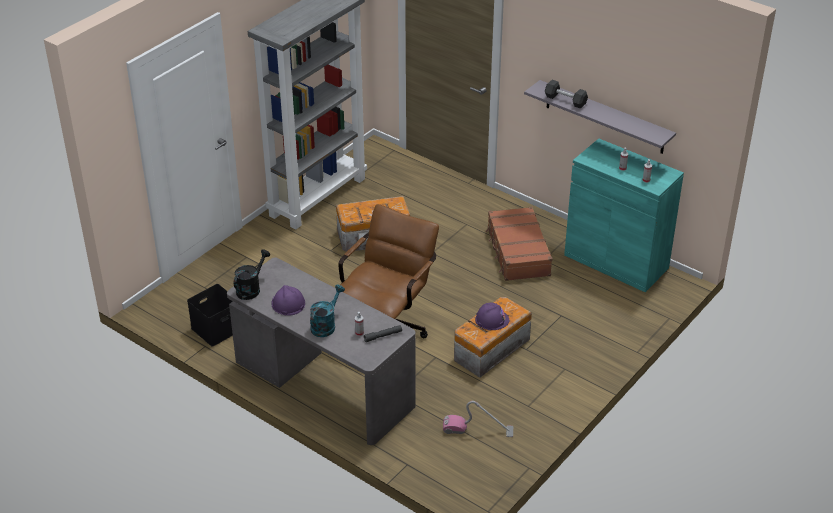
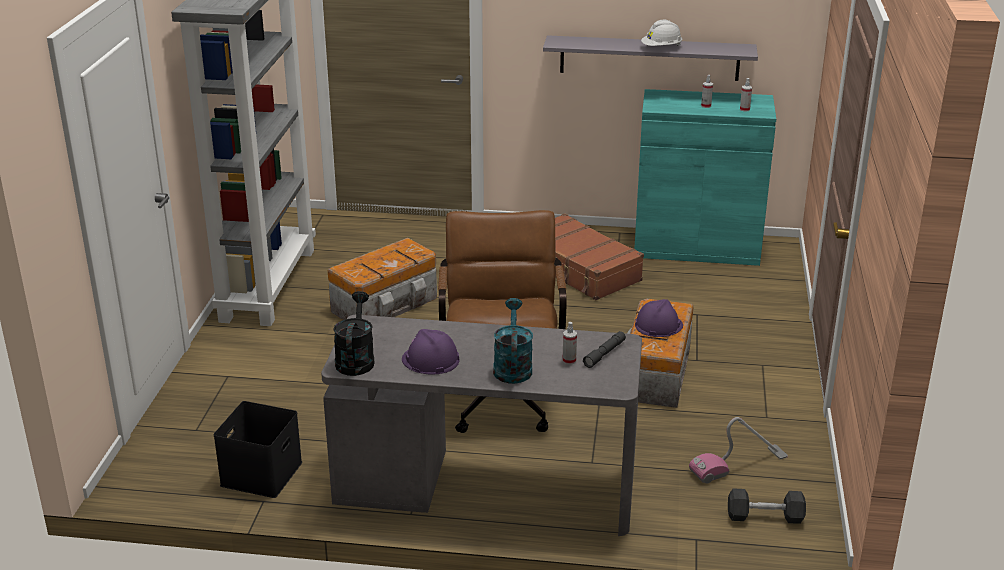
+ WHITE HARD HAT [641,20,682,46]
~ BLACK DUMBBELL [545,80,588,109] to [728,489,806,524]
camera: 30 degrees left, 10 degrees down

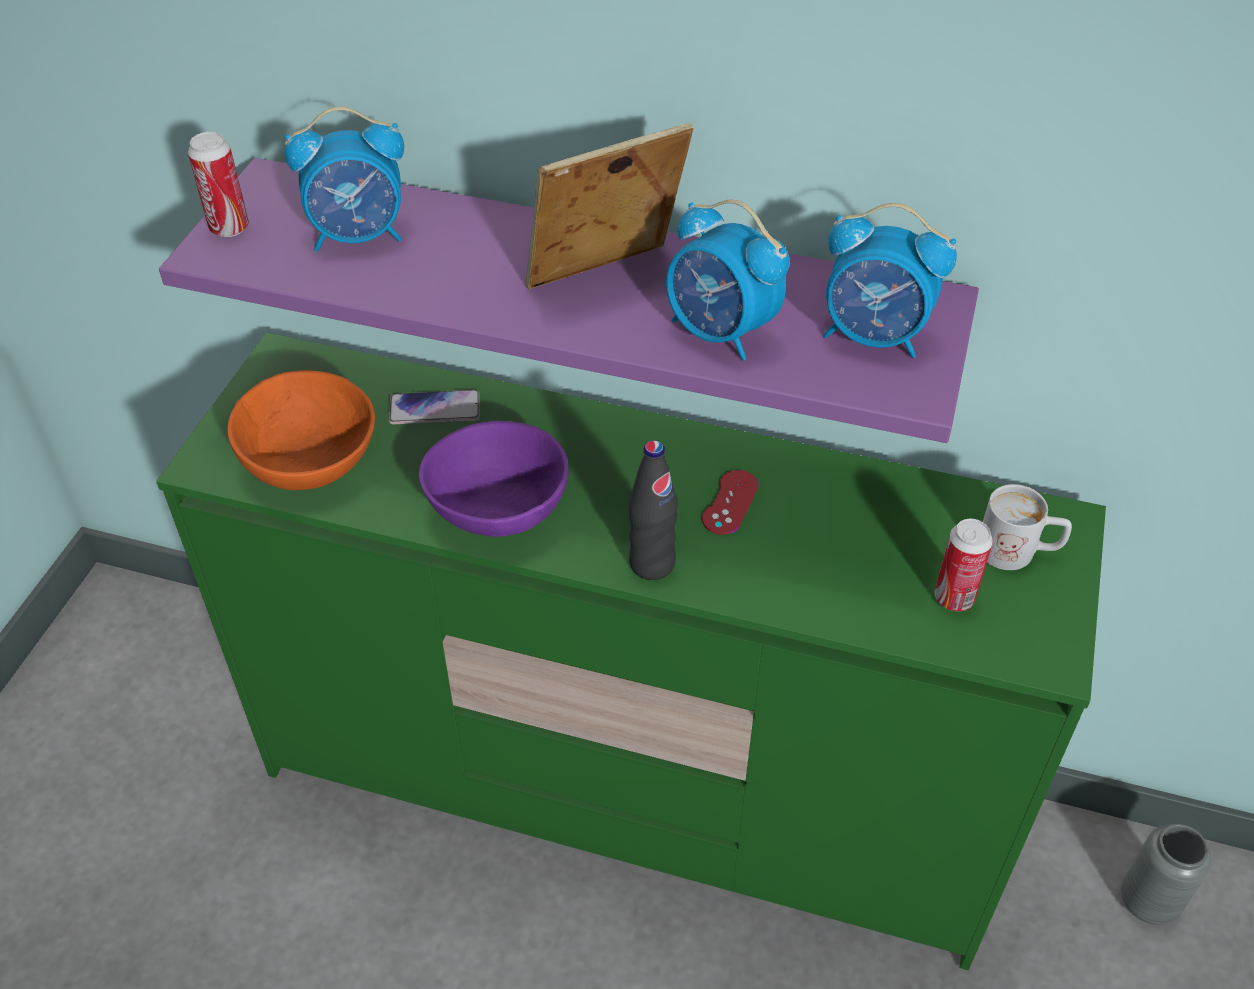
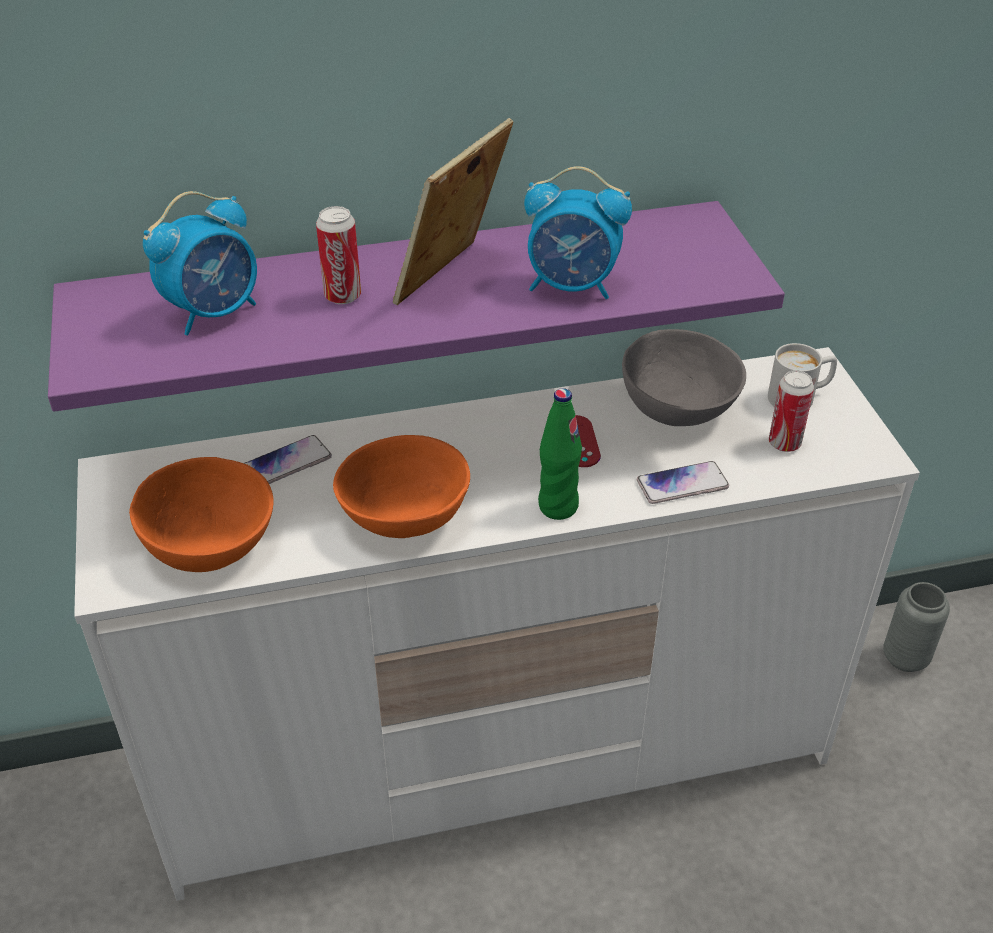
- ALARM CLOCK [823,203,957,358]
+ GREY BOWL [622,329,746,426]
+ PHONE [637,461,729,504]
~ CAN [188,132,249,237] to [316,206,361,304]
~ GREEN DRESSER [156,332,1106,970] to WHITE DRESSER [74,347,920,901]
~ PURPLE BOWL [419,421,569,537] to ORANGE BOWL [333,435,470,538]
~ BLACK BOTTLE [629,440,678,580] to GREEN BOTTLE [538,388,582,520]
camera: 30 degrees left, 5 degrees down

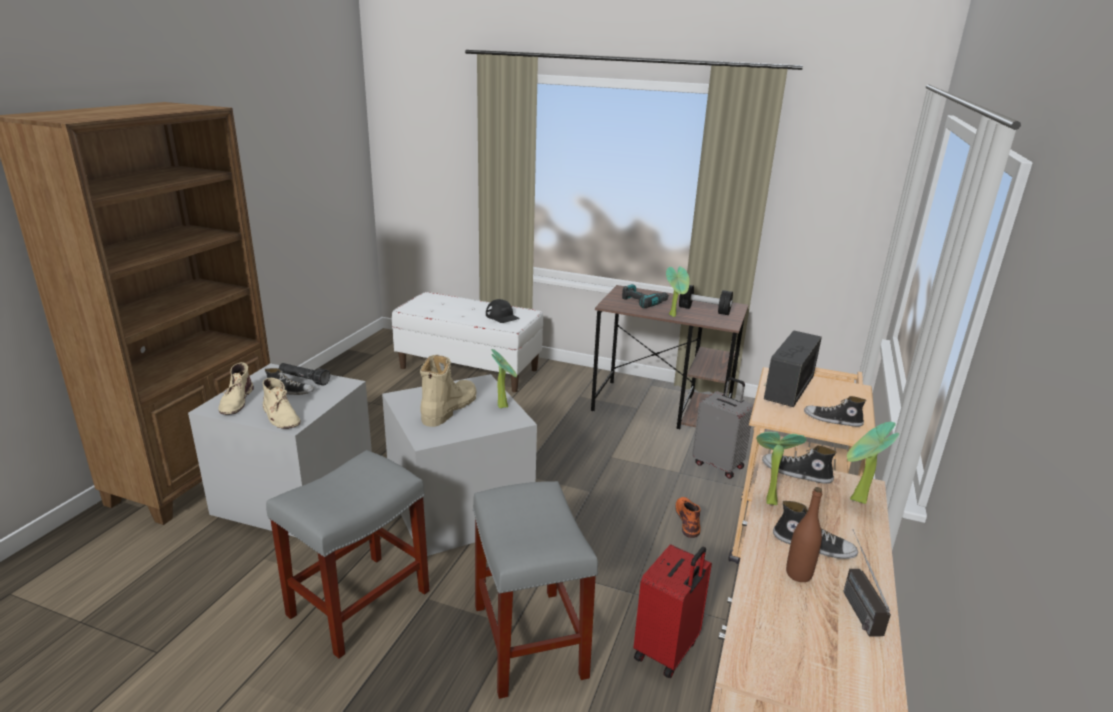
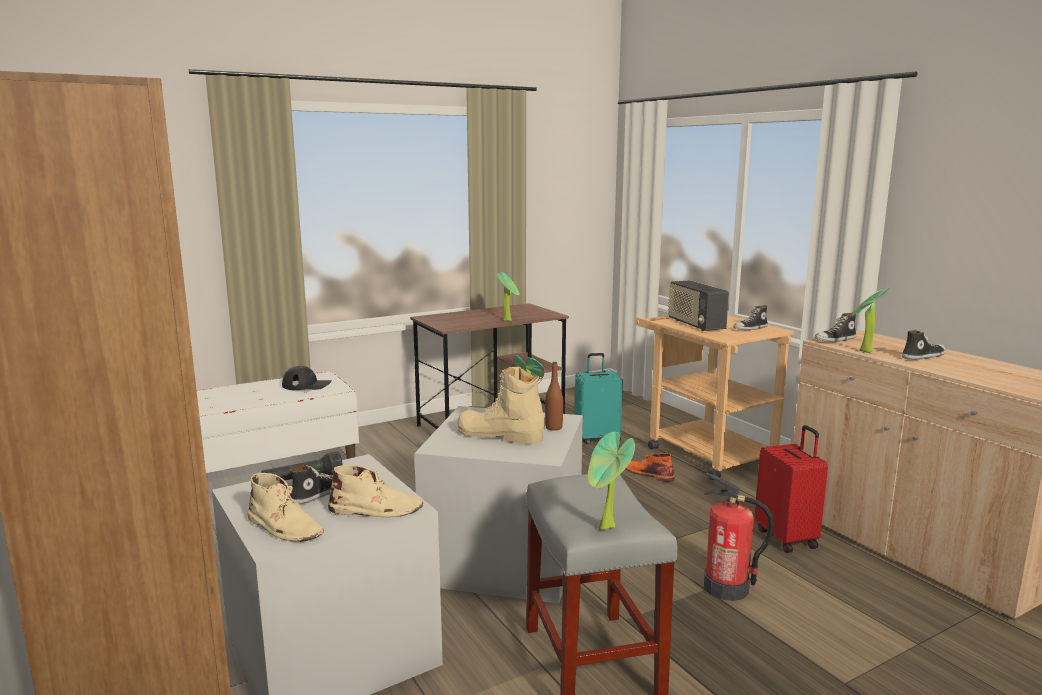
- POWER DRILL [622,284,669,308]
- BLACK DUMBBELL [679,285,733,315]
- RADIO [843,529,891,637]
~ BROWN BOTTLE [786,487,822,582] to [545,362,563,431]
~ POTTED PLANT [847,422,899,504] to [588,432,635,530]
~ GREY STOOL [473,481,598,699] to FIRE EXTINGUISHER [704,473,774,601]
~ GREY SUITCASE [692,377,753,479] to TURQUOISE SUITCASE [575,353,623,444]
~ BEIGE BOOT [420,355,477,427] = [457,367,545,444] 45 degrees counterclockwise
camera: 50 degrees left, 10 degrees down

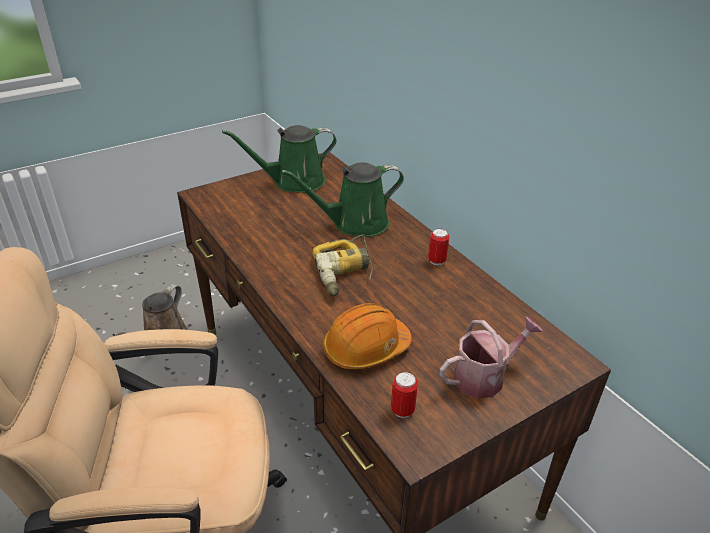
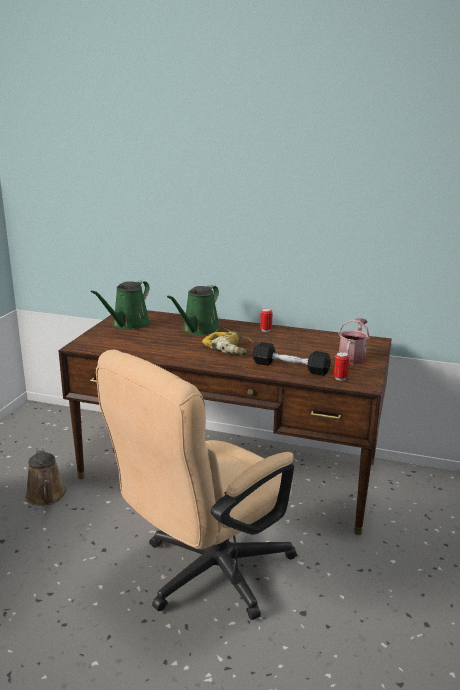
~ ORANGE HARD HAT [323,303,412,369] to BLACK DUMBBELL [253,342,331,376]
camera: 40 degrees left, 15 degrees down

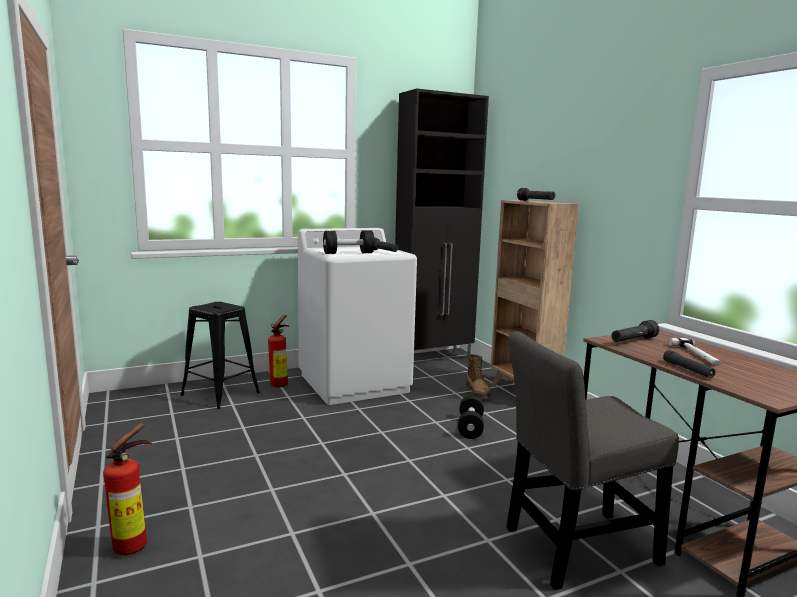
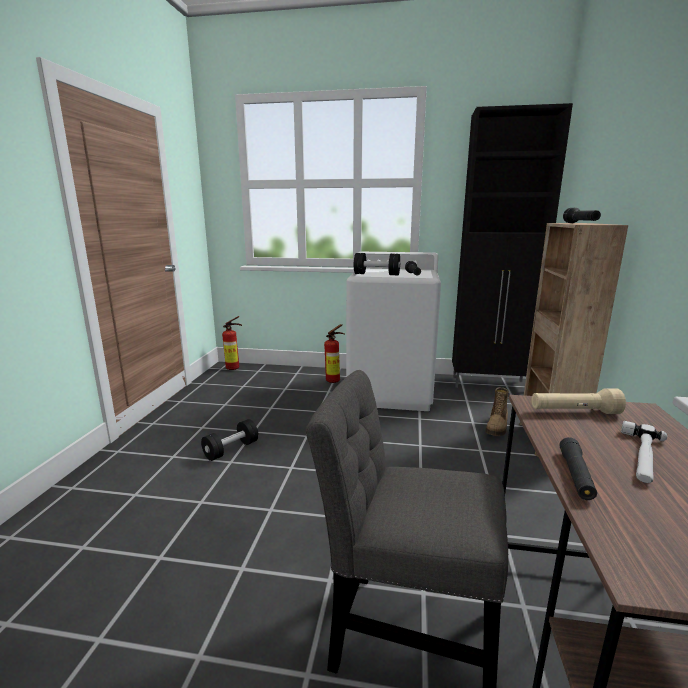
- BLACK STOOL [180,302,260,409]
~ FIRE EXTINGUISHER [103,423,152,555] to [222,316,242,370]
~ BLACK DUMBBELL [458,395,484,439] to [201,419,259,461]
~ BLACK FLASHLIGHT [611,320,659,342] to BEIGE FLASHLIGHT [531,388,626,414]
camera: 35 degrees right, 5 degrees up

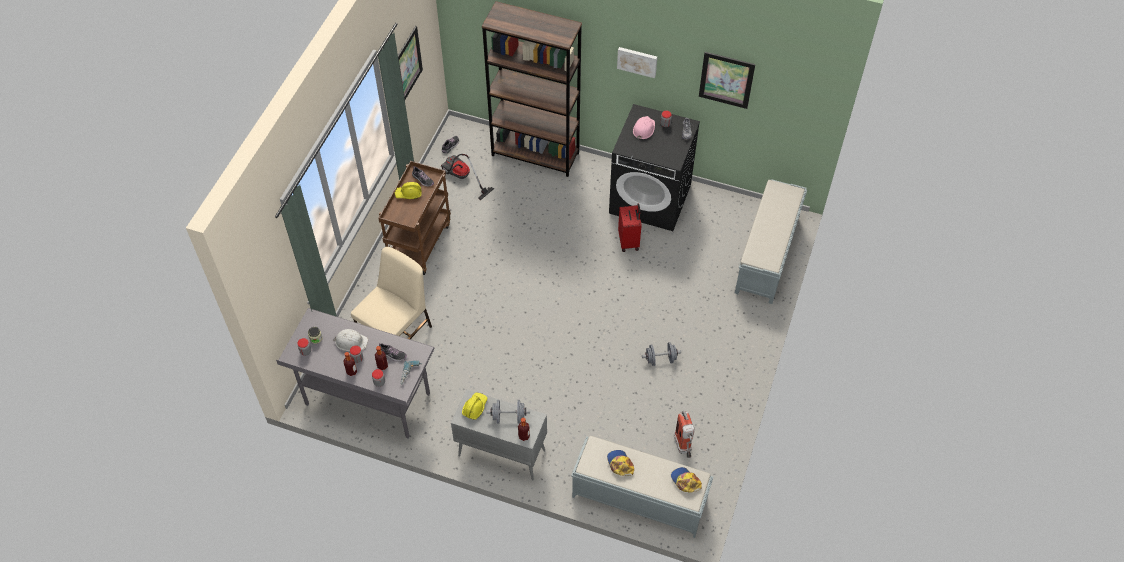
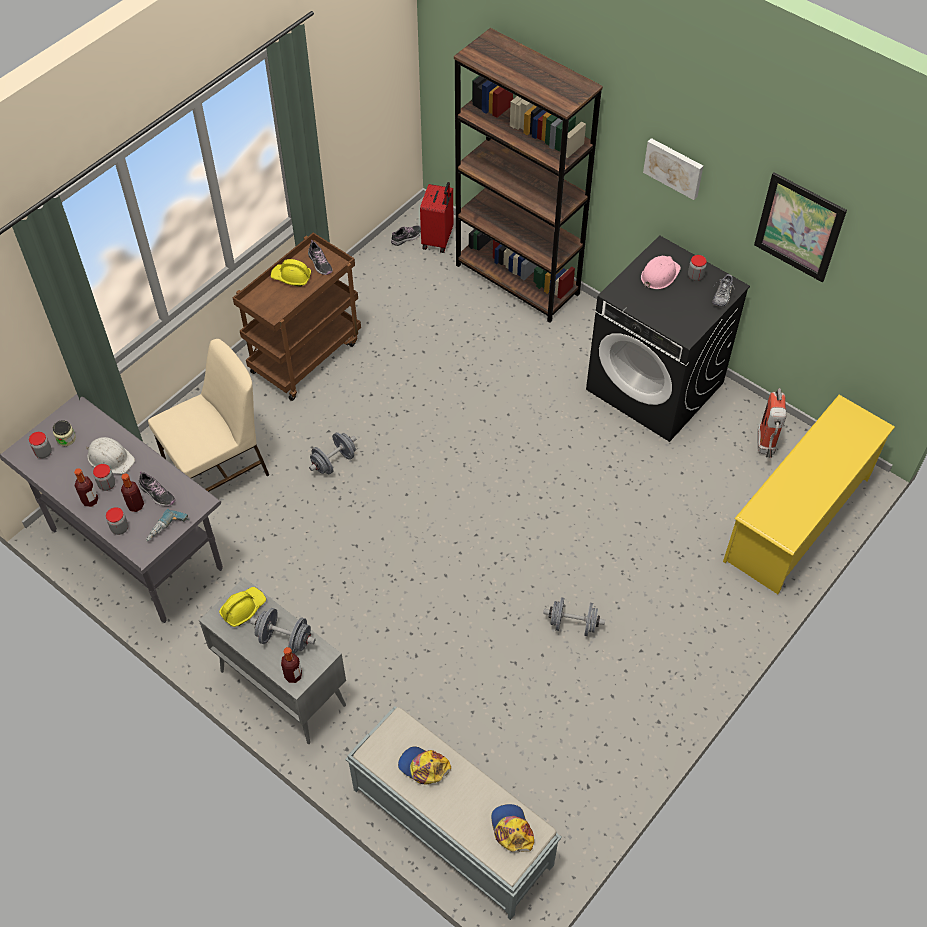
- PICTURE [398,26,423,99]
- VACUUM CLEANER [441,154,494,200]
+ GREY DUMBBELL [309,432,356,474]
~ RED SUITCASE [618,204,641,252] to [420,182,453,253]
~ FIRE EXTINGUISHER [674,410,695,458] to [757,388,787,458]
~ GREY BENCH [735,180,807,304] to YELLOW SHOE RACK [723,395,895,594]
~ CAP [607,450,634,476] = [398,746,451,784] 60 degrees counterclockwise
camera: 20 degrees right, 0 degrees up

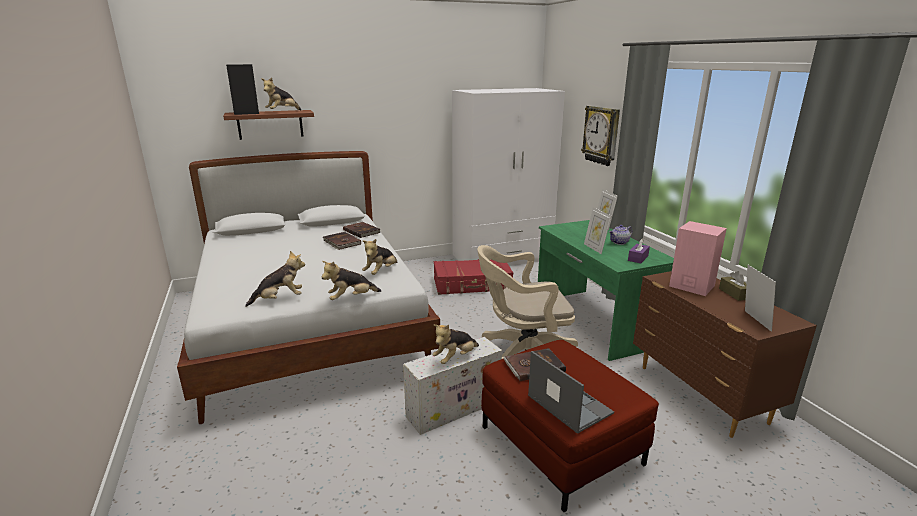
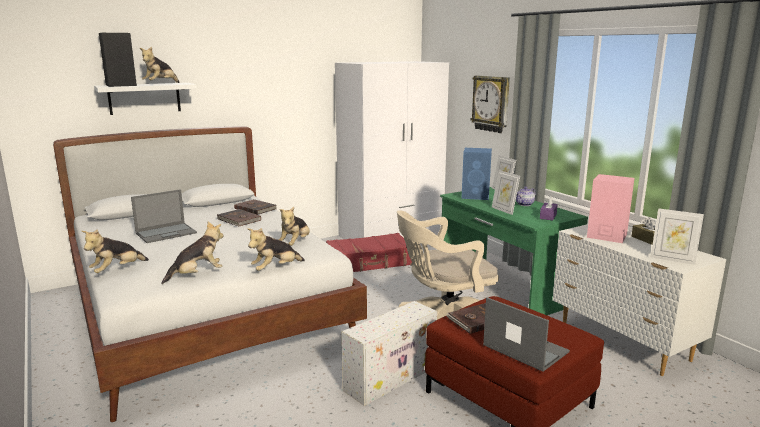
+ LAPTOP [131,189,197,243]
+ BLUE SPEAKER [461,148,492,200]
~ PLUSH TOY [433,325,479,364] to [82,229,149,273]
~ BROWN SHELF [223,110,314,140] to WHITE SHELF [94,83,197,115]
~ BROWN DRESSER [633,271,817,438] to WHITE DRESSER [552,224,726,376]
~ PICTURE FRAME [745,265,776,332] = [651,208,704,265] 135 degrees clockwise
camera: 10 degrees left, 5 degrees down

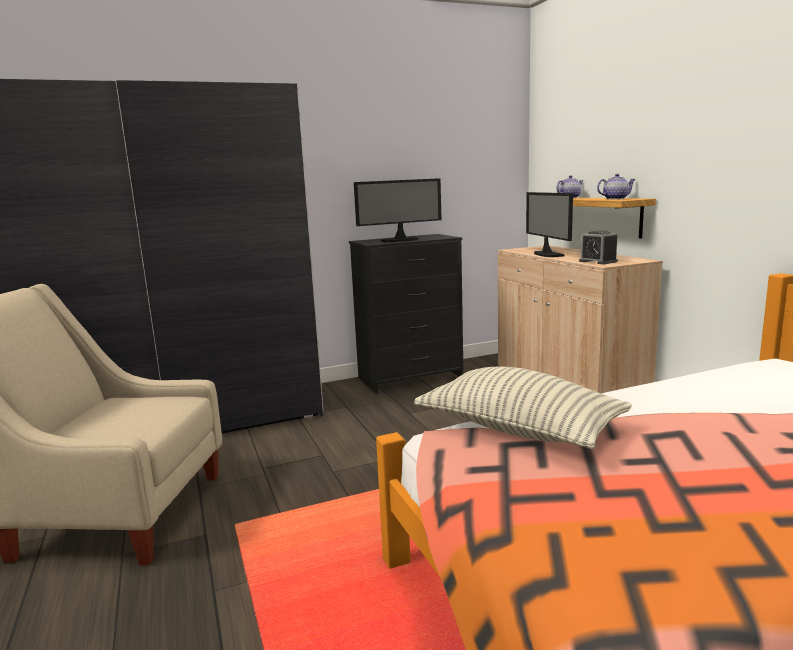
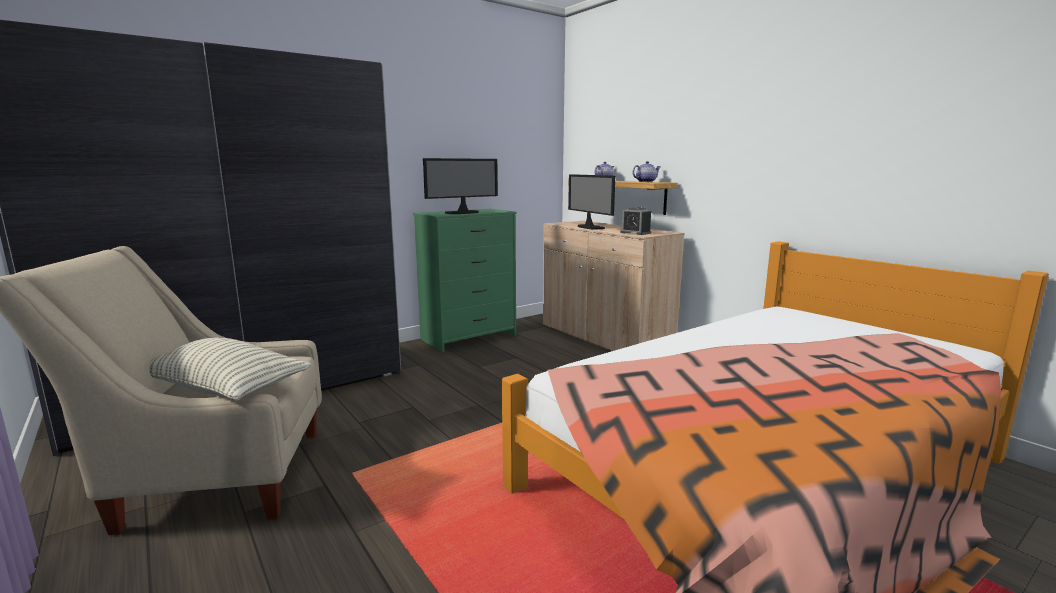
~ PILLOW [414,366,632,449] to [149,338,311,400]
~ BLACK DRESSER [349,234,463,394] to GREEN DRESSER [413,209,516,352]
camera: 15 degrees left, 0 degrees up

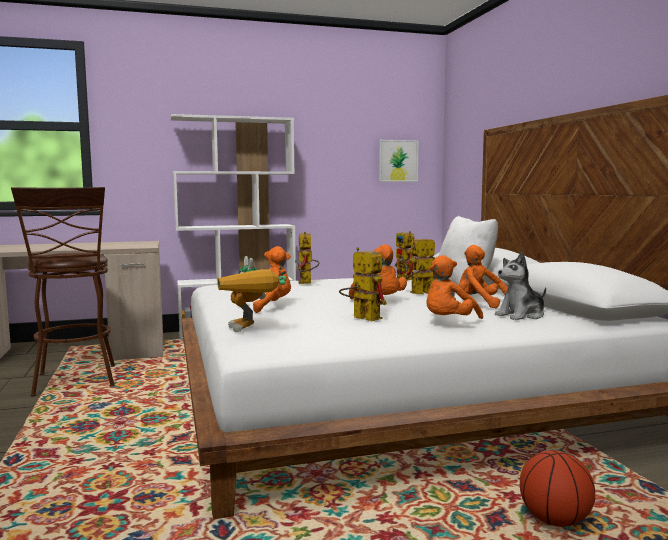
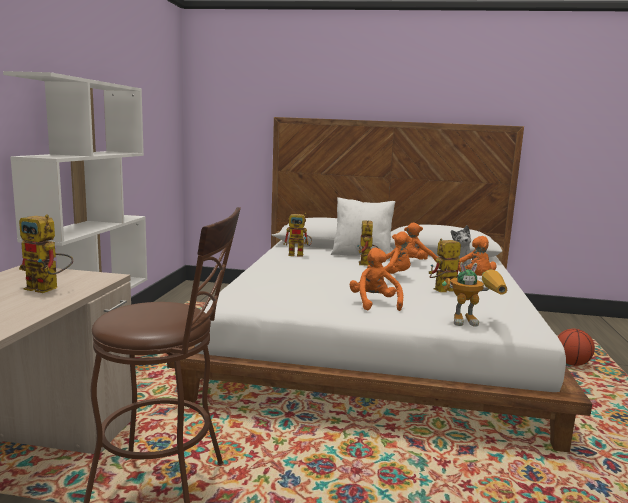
- PICTURE [379,140,419,182]
~ TOY ROBOT [295,232,319,284] to [19,215,73,293]
camera: 65 degrees left, 5 degrees up

